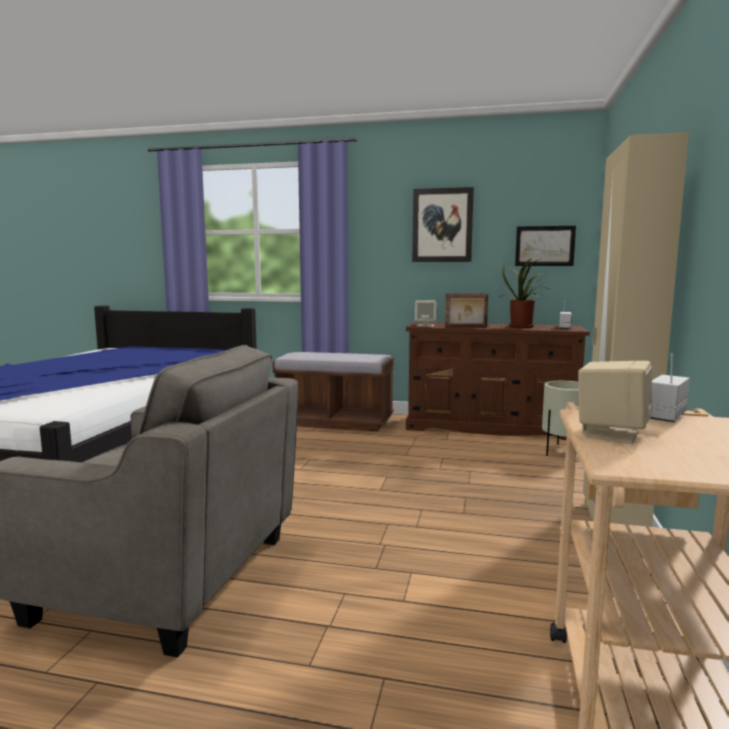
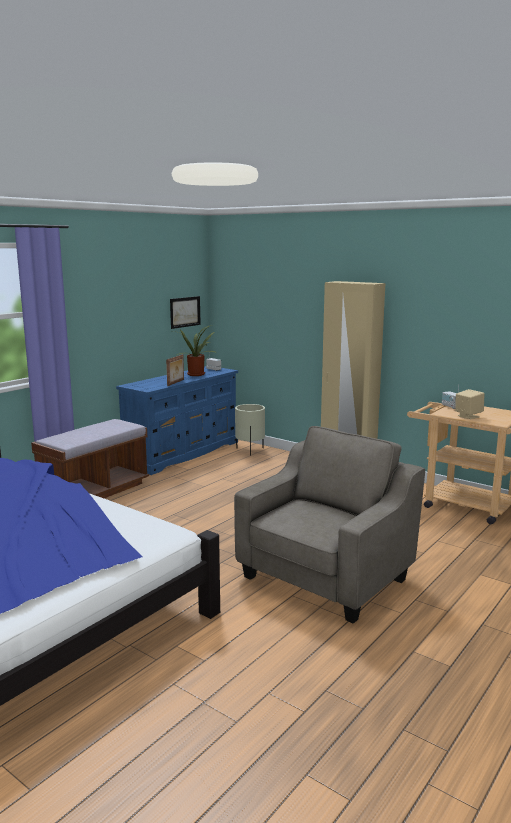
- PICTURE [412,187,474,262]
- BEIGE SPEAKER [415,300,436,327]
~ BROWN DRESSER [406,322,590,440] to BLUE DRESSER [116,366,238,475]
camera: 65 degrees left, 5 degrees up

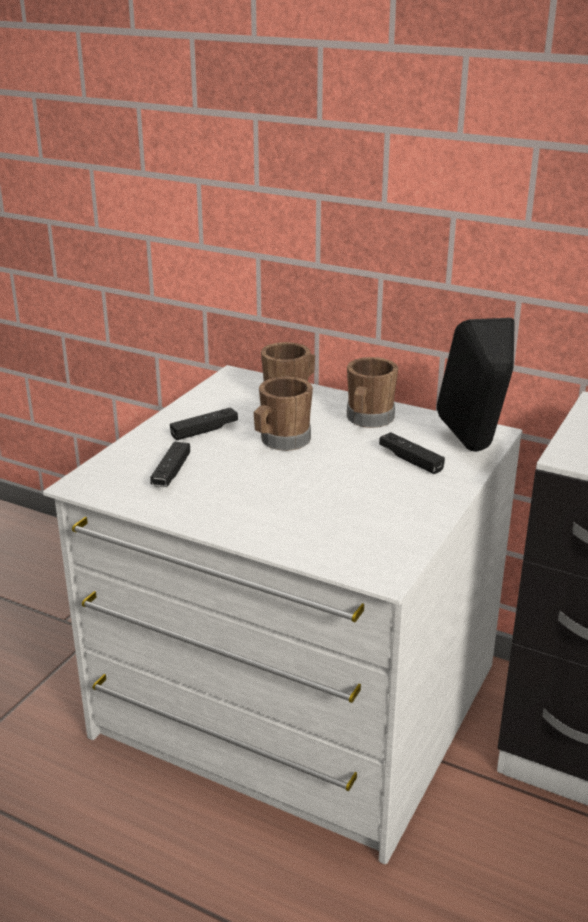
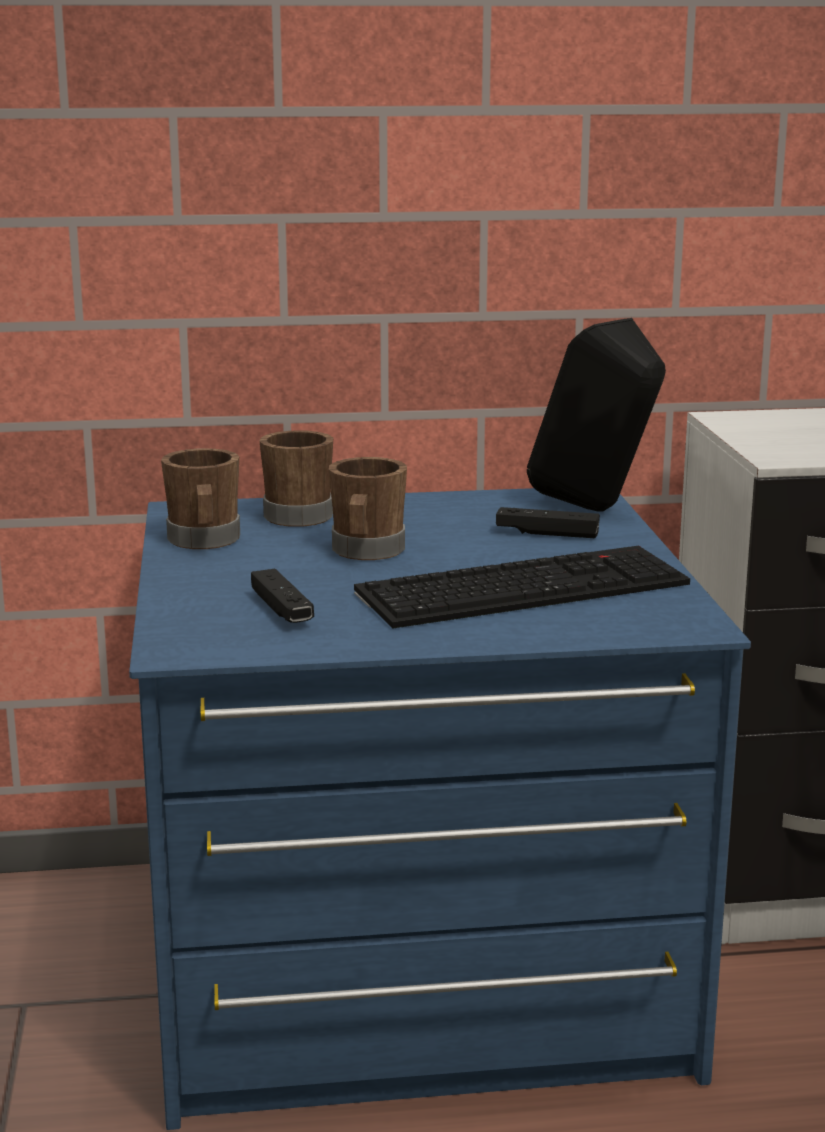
- BLACK GAME CONTROLLER [170,407,238,440]
+ KEYBOARD [354,545,690,629]
~ BROWN MUG [347,357,398,428] to [161,448,240,549]
~ WHITE DRESSER [43,365,523,864] to BLUE DRESSER [129,488,751,1130]
camera: 35 degrees left, 10 degrees down

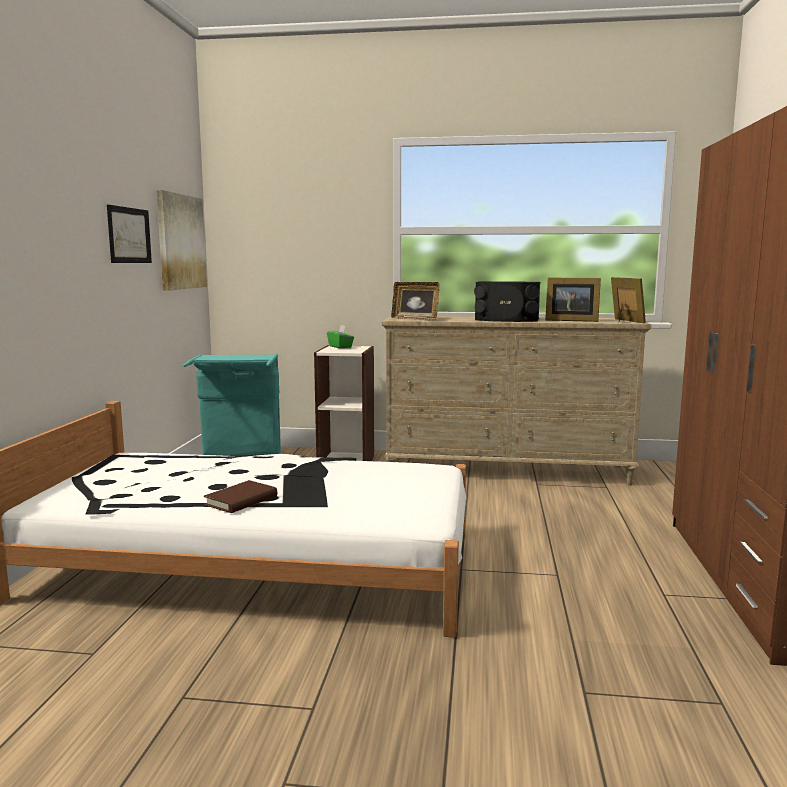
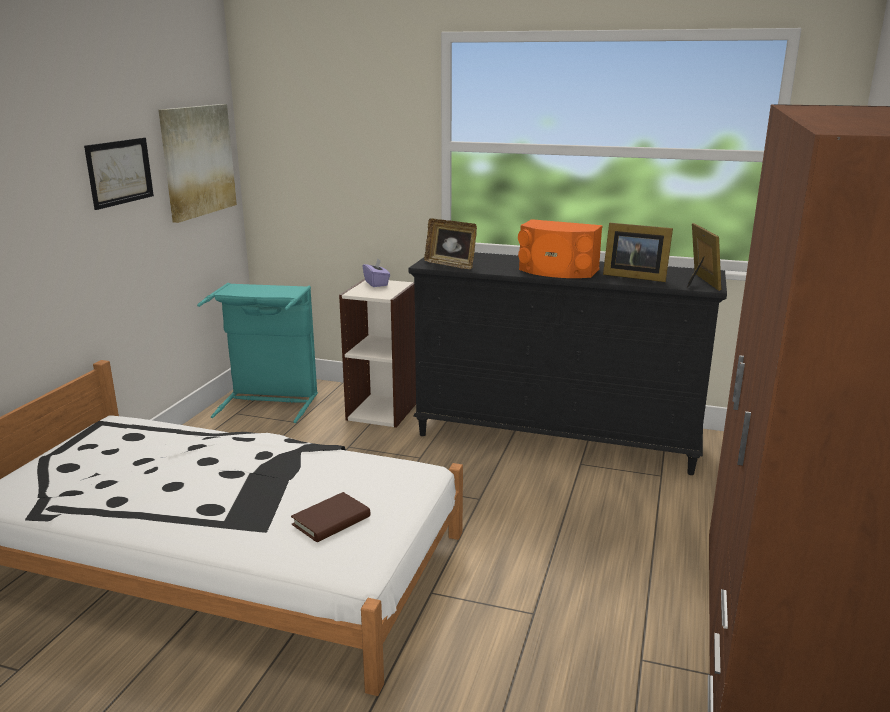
~ BROWN BOOK [204,480,277,513] to [291,492,371,542]
~ GREEN TISSUE BOX [327,325,354,348] to PURPLE TISSUE BOX [362,258,390,287]
~ BEIGE DRESSER [382,316,652,486] to BLACK DRESSER [408,252,727,475]
~ BLACK SPEAKER [474,281,540,322] to ORANGE SPEAKER [518,219,603,278]
camera: 10 degrees right, 10 degrees up

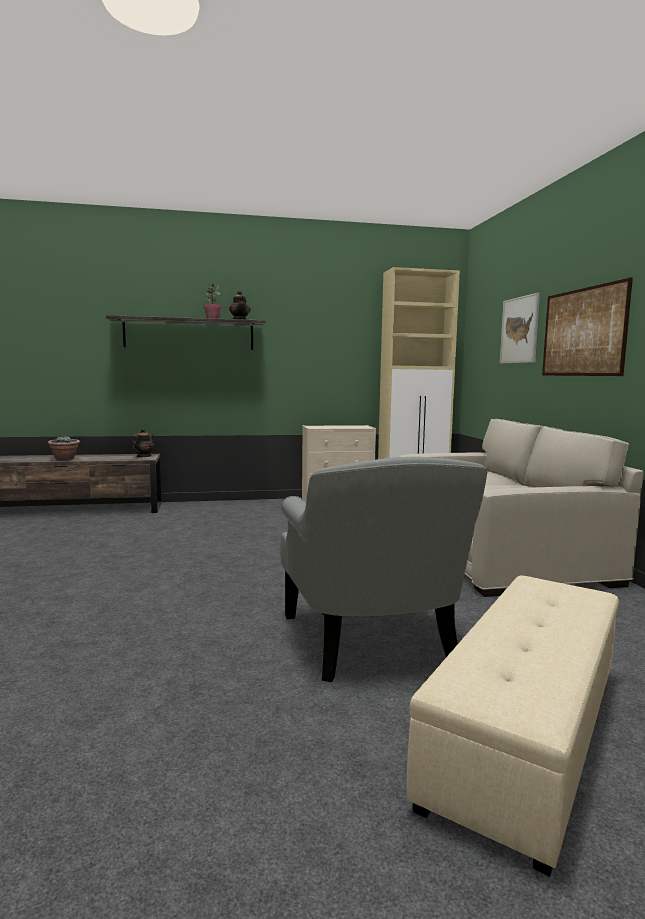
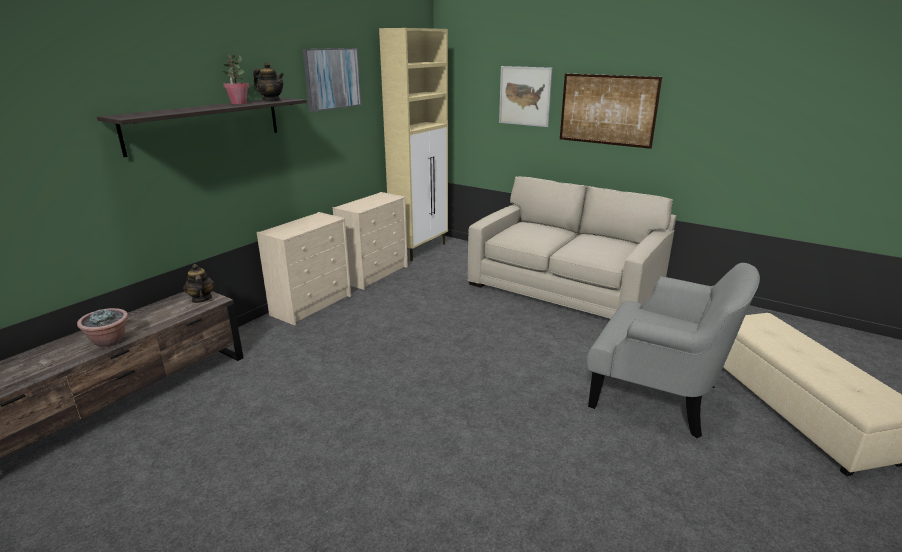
+ BEIGE DRESSER [257,212,351,326]
+ PICTURE [303,48,361,112]
camera: 45 degrees left, 15 degrees up

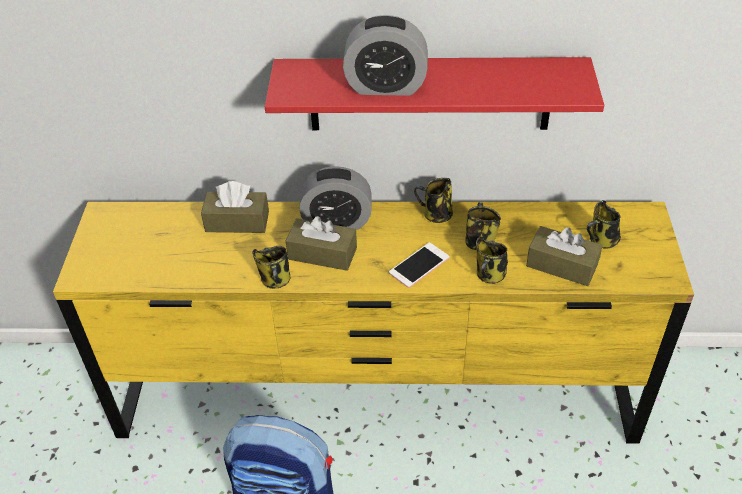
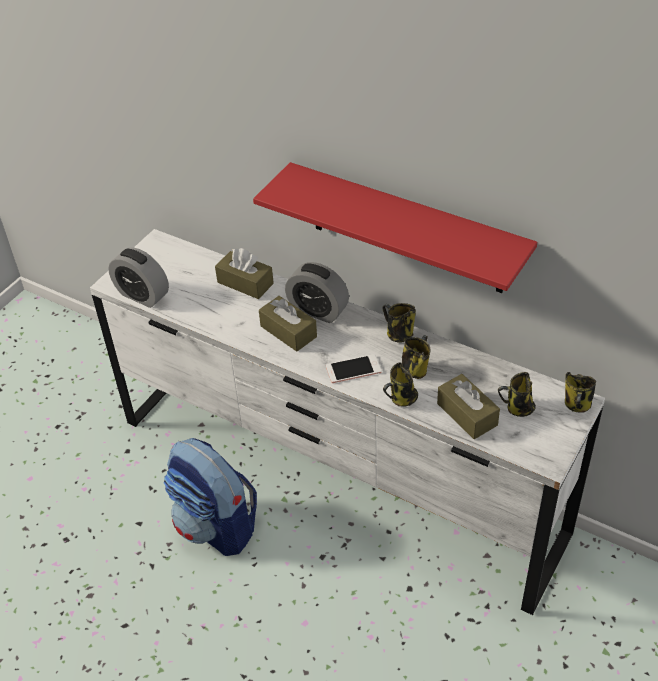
~ MUG [252,246,290,289] to [565,372,596,413]
~ ALARM CLOCK [343,15,428,96] to [108,248,169,308]
~ YELLOW DRESSER [53,202,694,444] to WHITE DRESSER [90,229,605,615]
camera: 30 degrees right, 0 degrees up

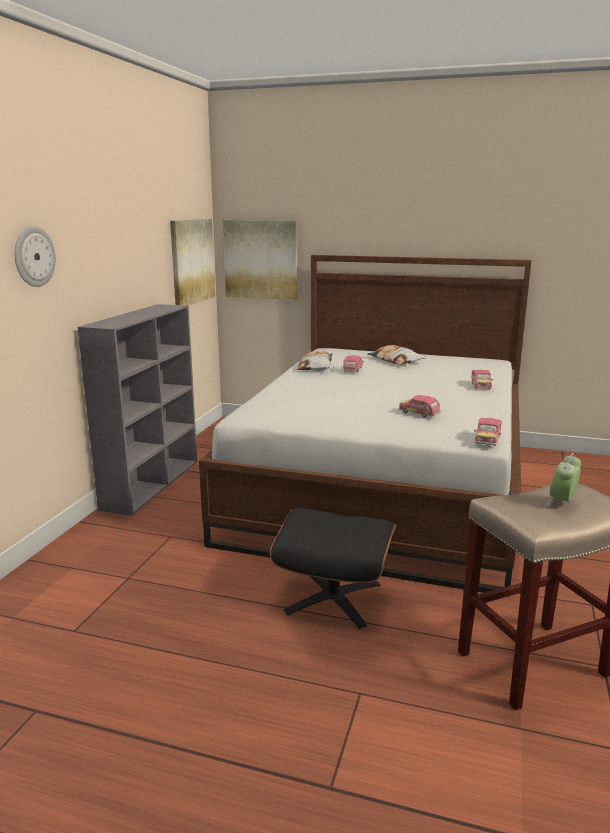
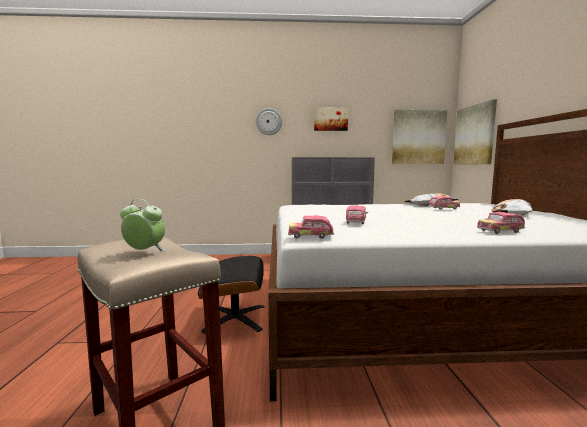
+ PICTURE [314,107,348,131]
camera: 70 degrees right, 10 degrees down

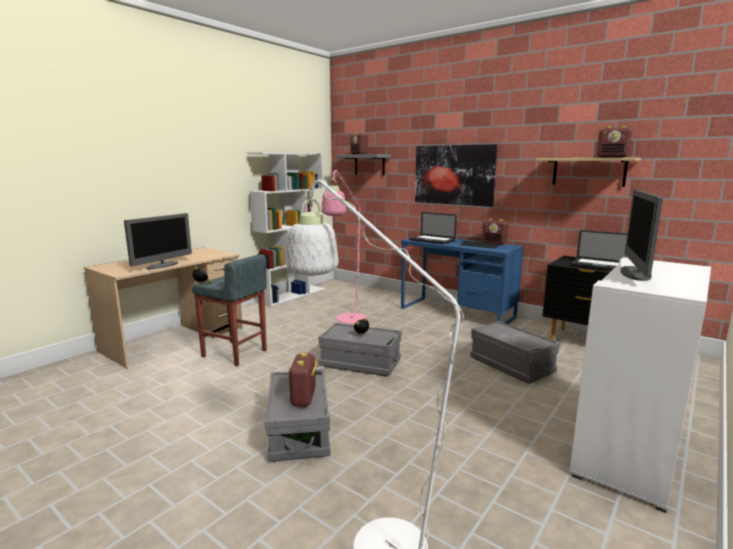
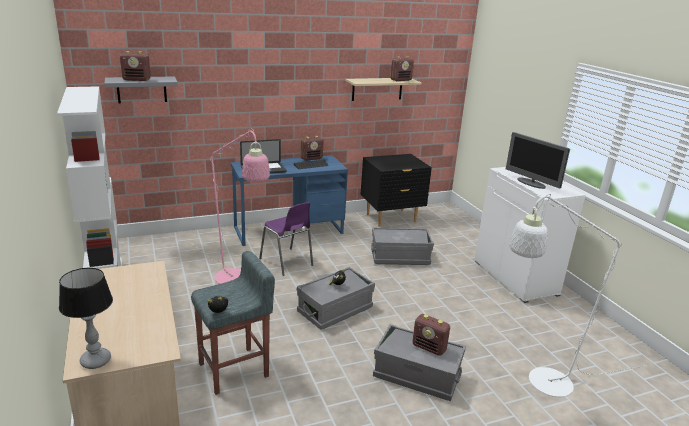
- MONITOR [124,213,192,269]
- PICTURE [415,144,498,207]
- LAPTOP [571,230,627,270]
+ TABLE LAMP [59,268,113,369]
+ PURPLE CHAIR [259,202,313,276]
camera: 60 degrees left, 10 degrees up

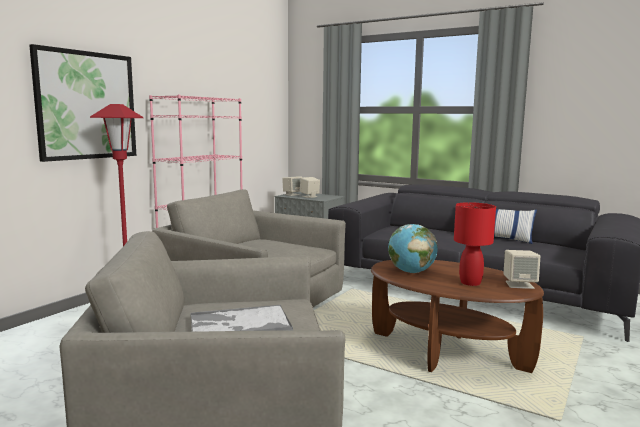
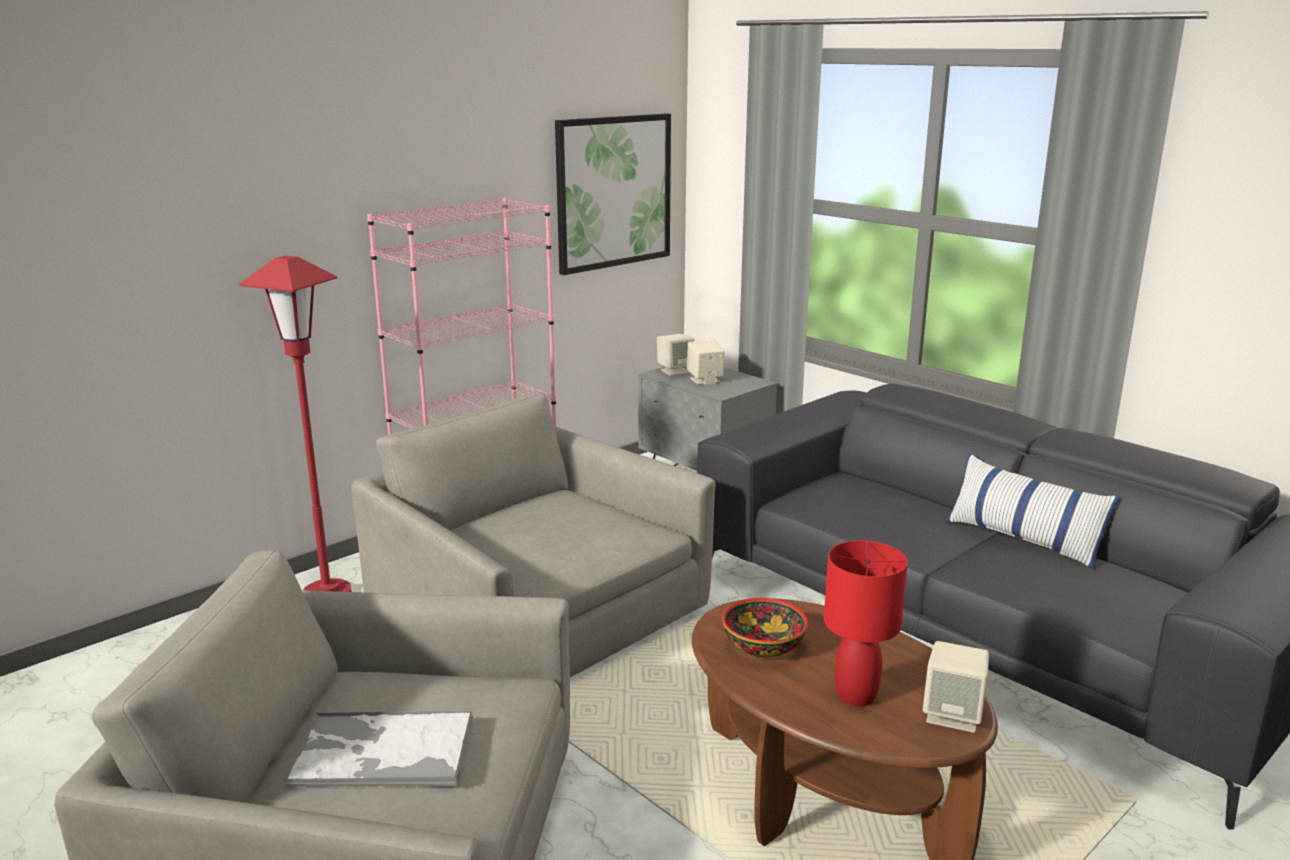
~ PICTURE [29,44,136,162] to [555,114,671,275]
~ GLOBE [388,224,438,273] to BOWL [722,598,808,657]
camera: 15 degrees right, 10 degrees up

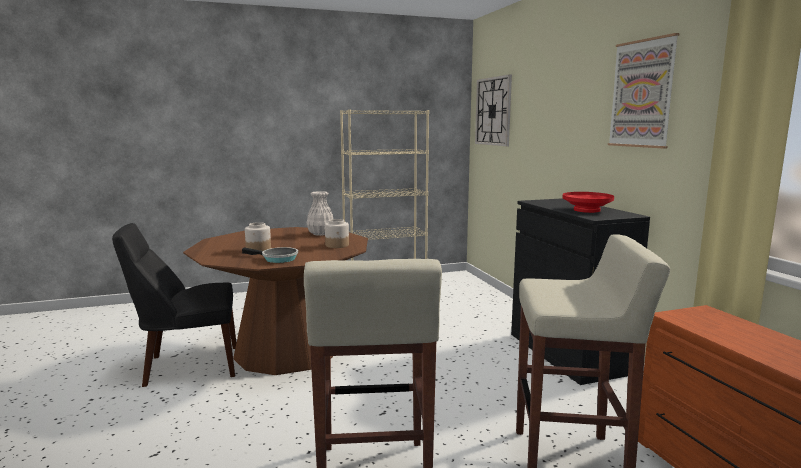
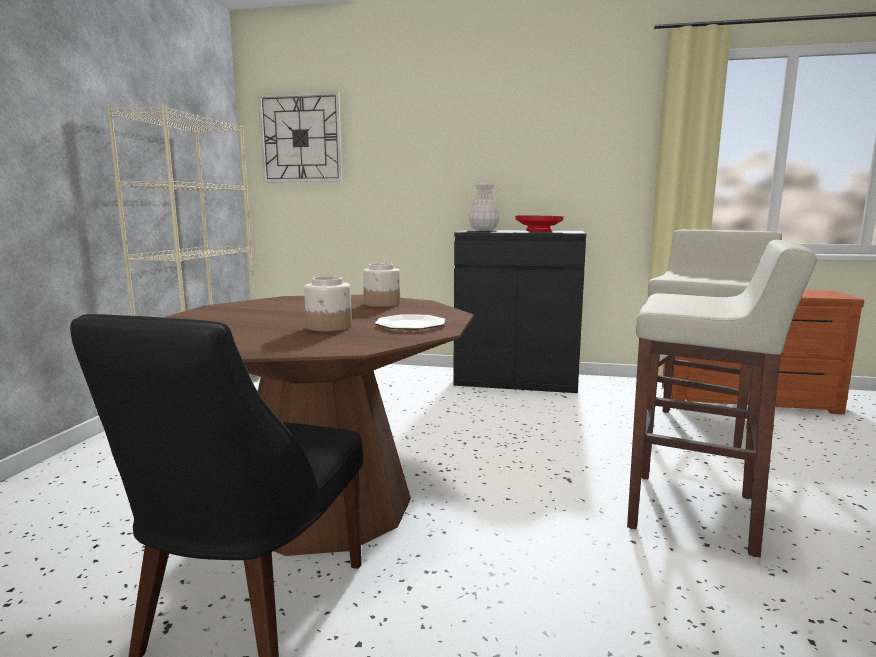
- PICTURE [608,33,679,149]
~ WHITE VASE [306,191,333,236] to [469,184,499,231]
~ FRYING PAN [242,247,298,263] to PLATE [375,314,446,330]
camera: 60 degrees left, 0 degrees up

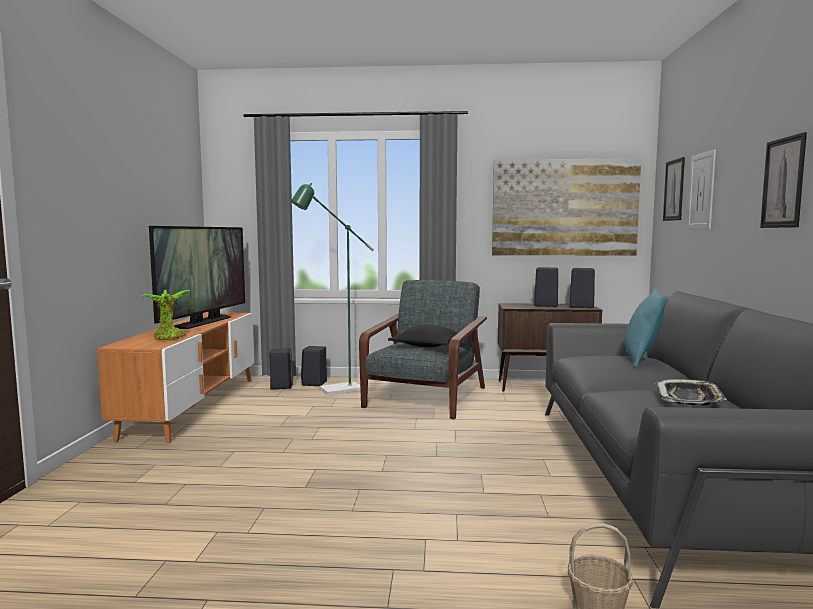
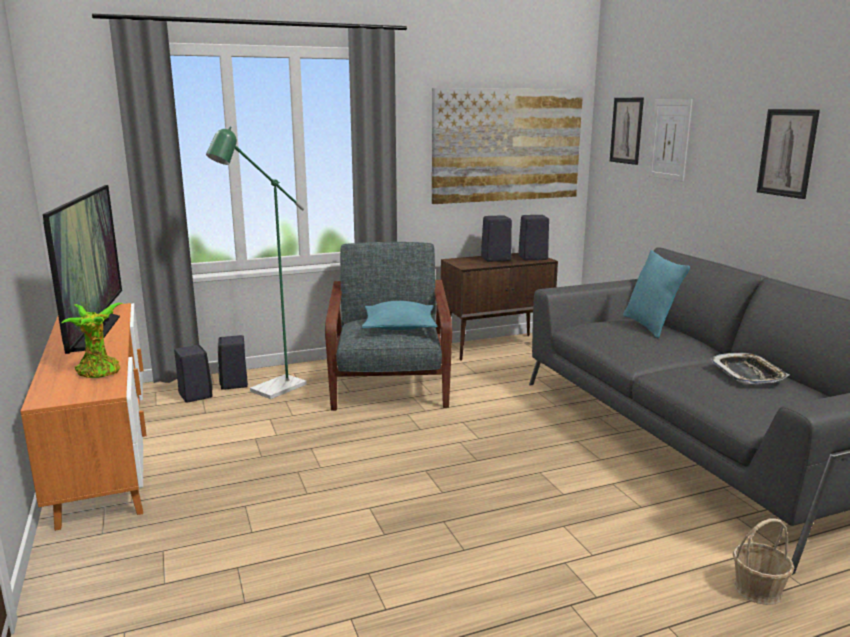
~ BLACK PILLOW [388,324,459,348] to TURQUOISE PILLOW [362,301,438,330]
camera: 25 degrees left, 10 degrees up

